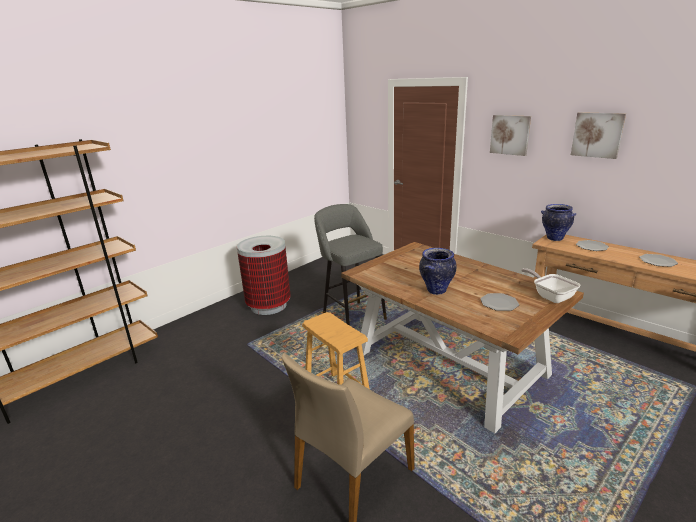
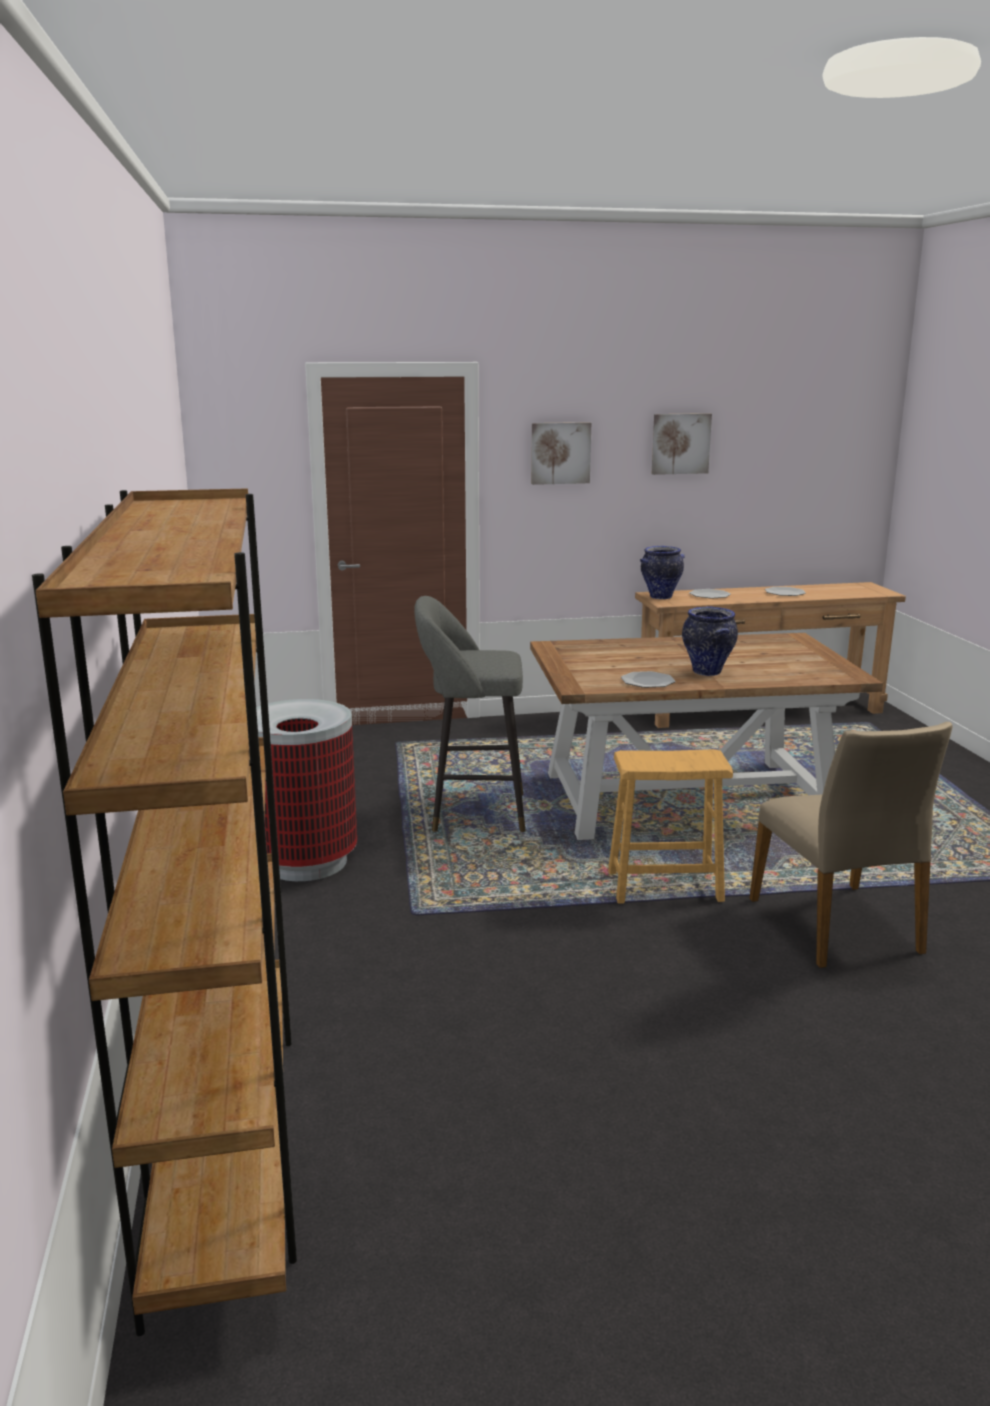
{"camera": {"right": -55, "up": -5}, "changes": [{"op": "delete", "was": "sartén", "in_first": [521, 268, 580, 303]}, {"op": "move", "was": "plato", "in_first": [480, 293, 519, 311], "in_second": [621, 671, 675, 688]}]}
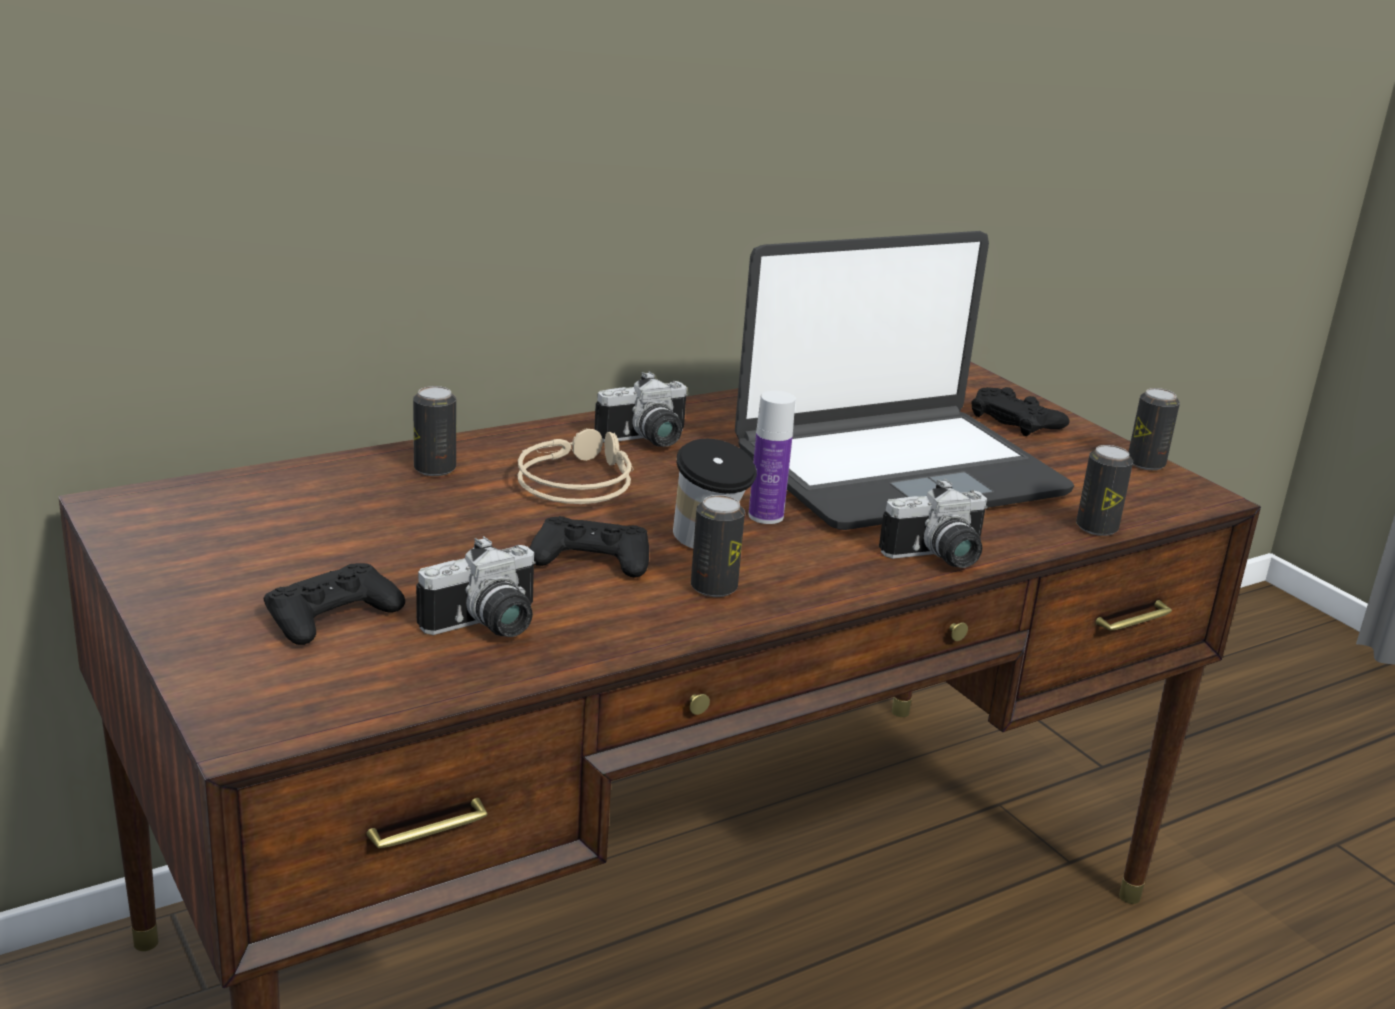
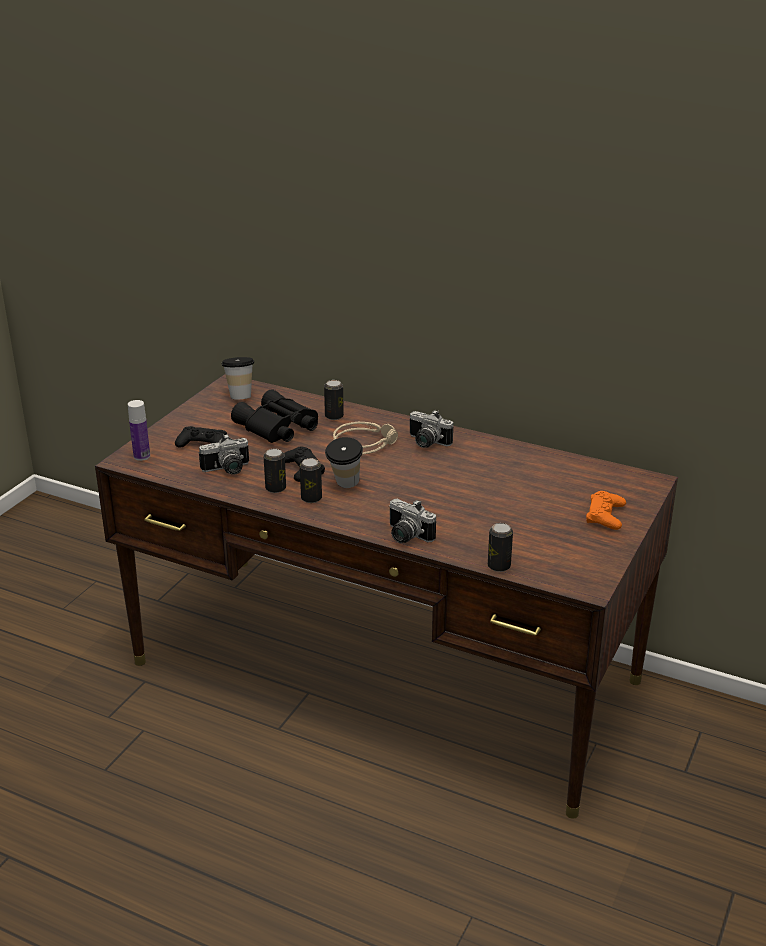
{"camera": {"right": 60, "up": 5}, "changes": [{"op": "delete", "was": "portátil", "in_first": [735, 231, 1074, 530]}, {"op": "recolor", "was": "mando de consola/negro", "now": "mando de consola/naranja", "in_first": [971, 387, 1070, 436], "in_second": [586, 491, 626, 530]}, {"op": "move", "was": "lata", "in_first": [1129, 388, 1180, 470], "in_second": [263, 448, 286, 493]}, {"op": "move", "was": "botella", "in_first": [748, 391, 795, 524], "in_second": [128, 400, 150, 461]}, {"op": "rotate", "was": "cámara", "in_first": [416, 536, 536, 637], "in_second": [199, 434, 249, 475], "clockwise": -45}, {"op": "insert", "now": "taza", "in_second": [221, 357, 254, 399]}, {"op": "insert", "now": "prismáticos/negro", "in_second": [231, 389, 318, 443]}]}
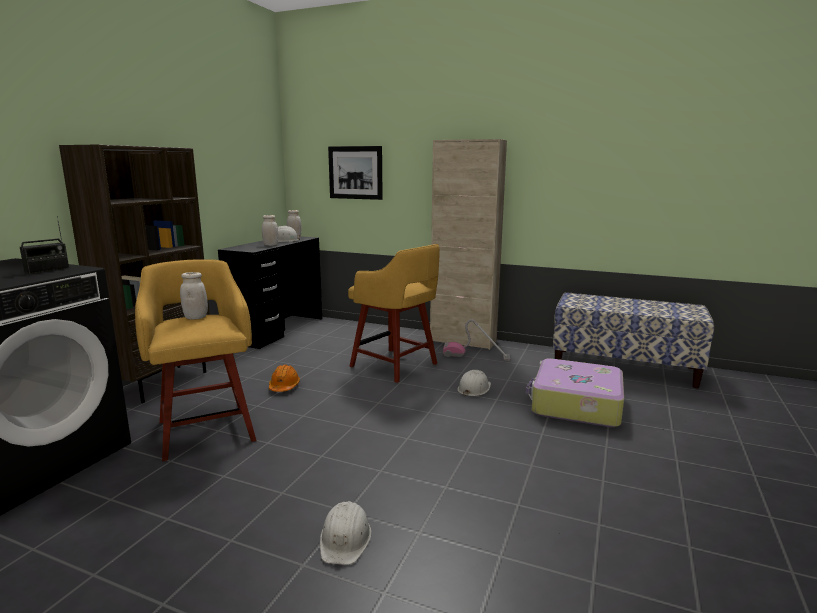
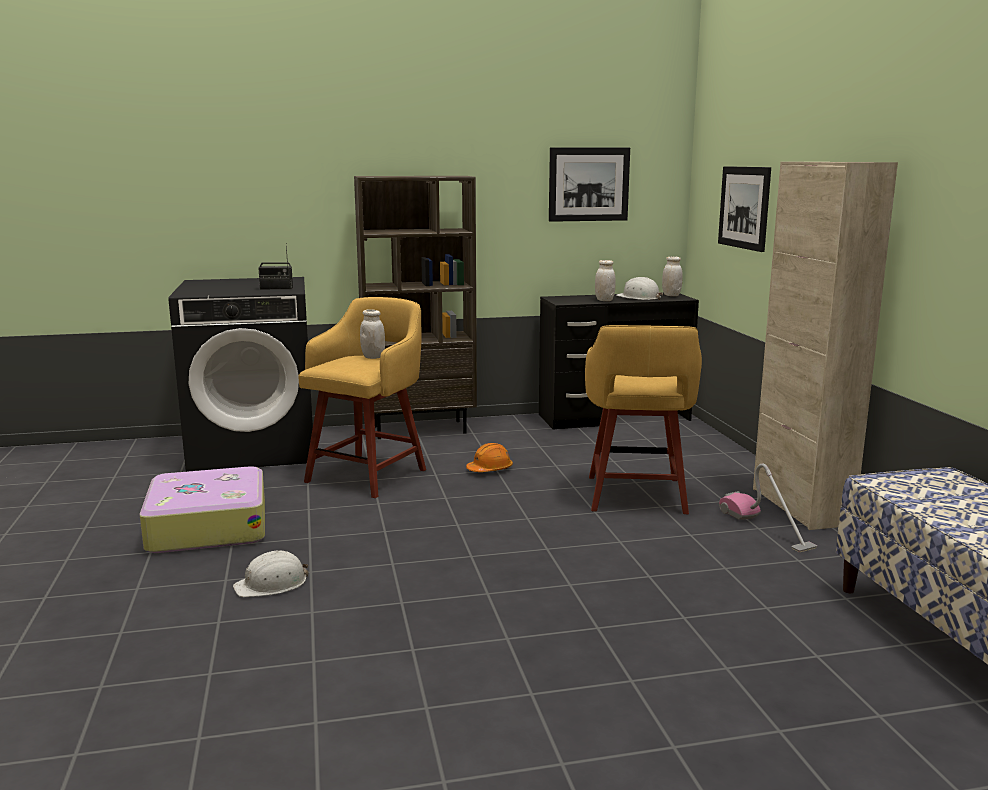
{"camera": {"right": 55, "up": 0}, "changes": [{"op": "move", "was": "maleta", "in_first": [526, 358, 624, 427], "in_second": [139, 466, 265, 553]}, {"op": "delete", "was": "casco/blanco", "in_first": [458, 370, 491, 397]}, {"op": "insert", "now": "cuadro", "in_second": [549, 147, 630, 222]}]}
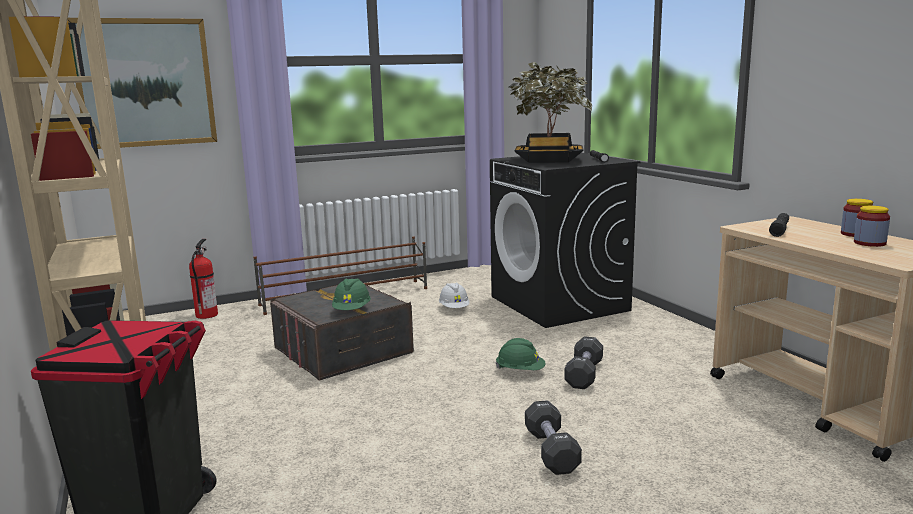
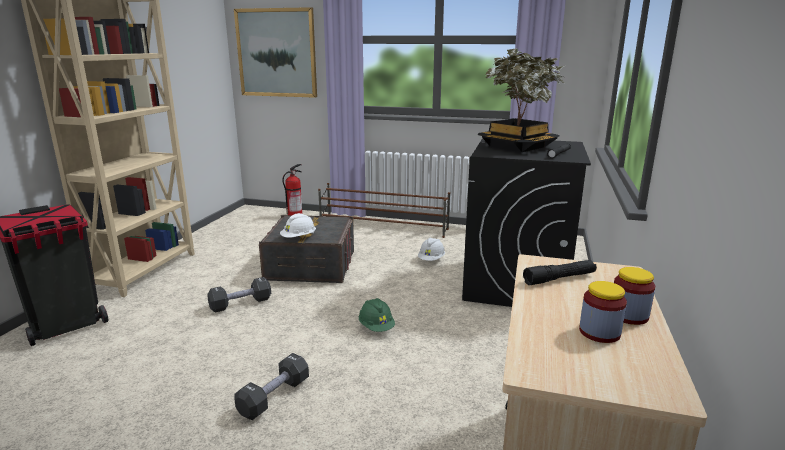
{"camera": {"right": 40, "up": 5}, "changes": [{"op": "recolor", "was": "casco/verde", "now": "casco/blanco", "in_first": [332, 278, 371, 310], "in_second": [280, 213, 316, 238]}, {"op": "move", "was": "mancuerna/negro", "in_first": [564, 336, 603, 389], "in_second": [207, 277, 271, 313]}]}
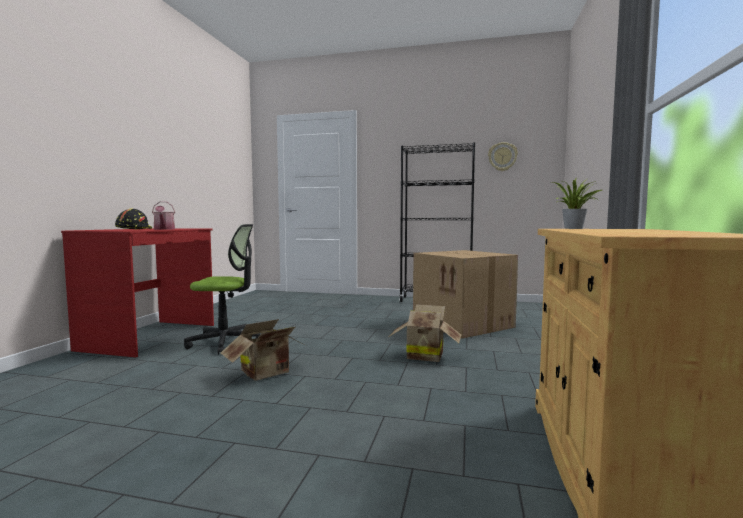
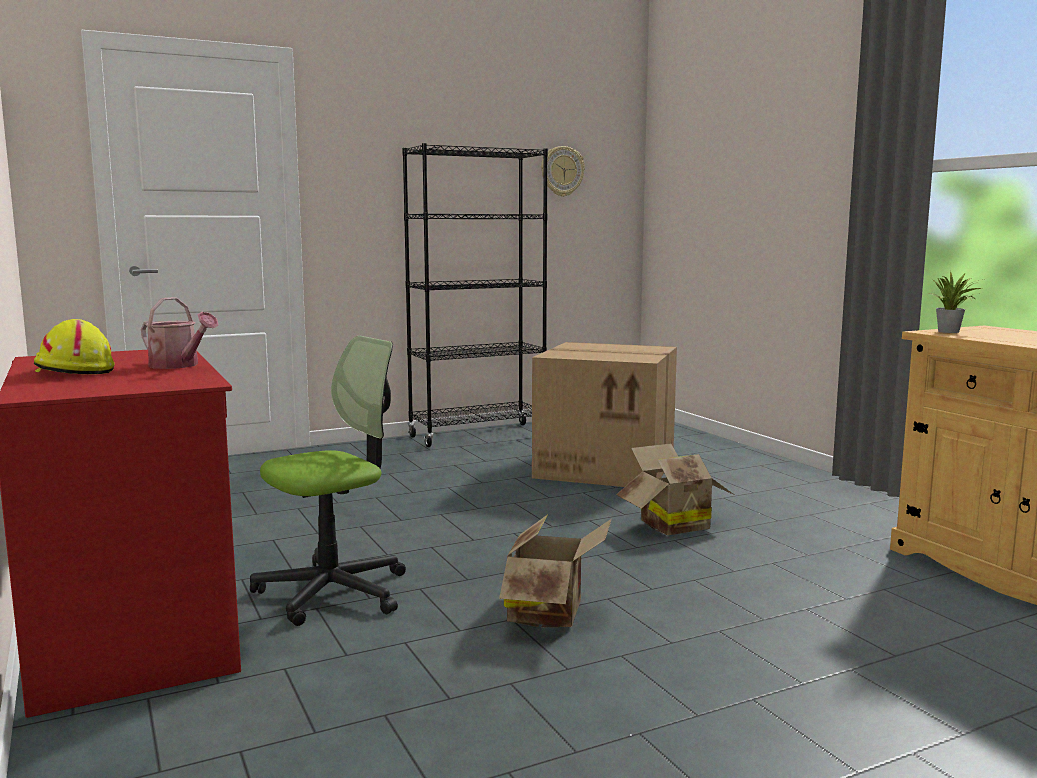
{"camera": {"right": -40, "up": 5}, "changes": [{"op": "recolor", "was": "casco/negro", "now": "casco/amarillo", "in_first": [115, 209, 152, 229], "in_second": [34, 319, 115, 374]}]}
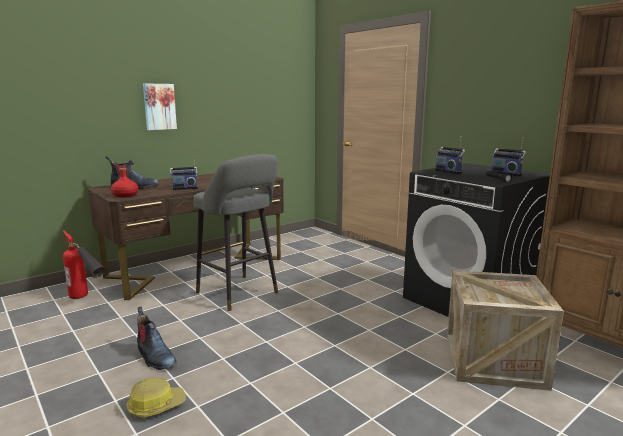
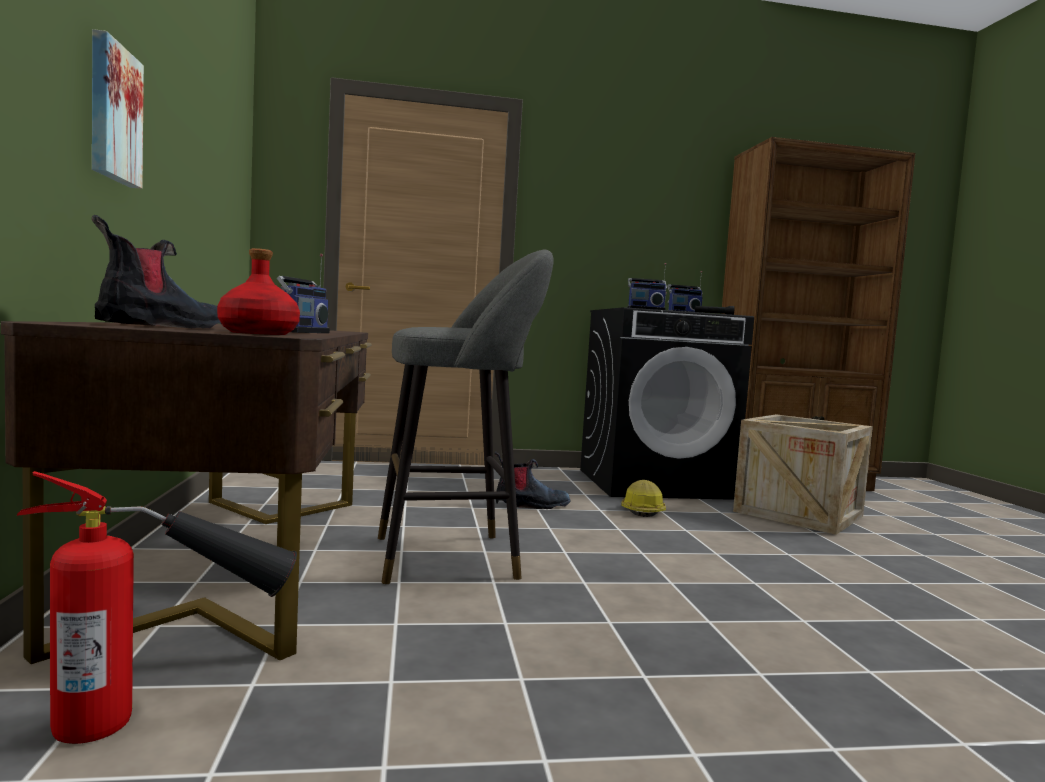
{"camera": {"right": -60, "up": -10}, "changes": [{"op": "move", "was": "bota", "in_first": [137, 307, 176, 370], "in_second": [494, 451, 570, 509]}, {"op": "move", "was": "casco", "in_first": [126, 377, 186, 417], "in_second": [621, 480, 666, 517]}]}
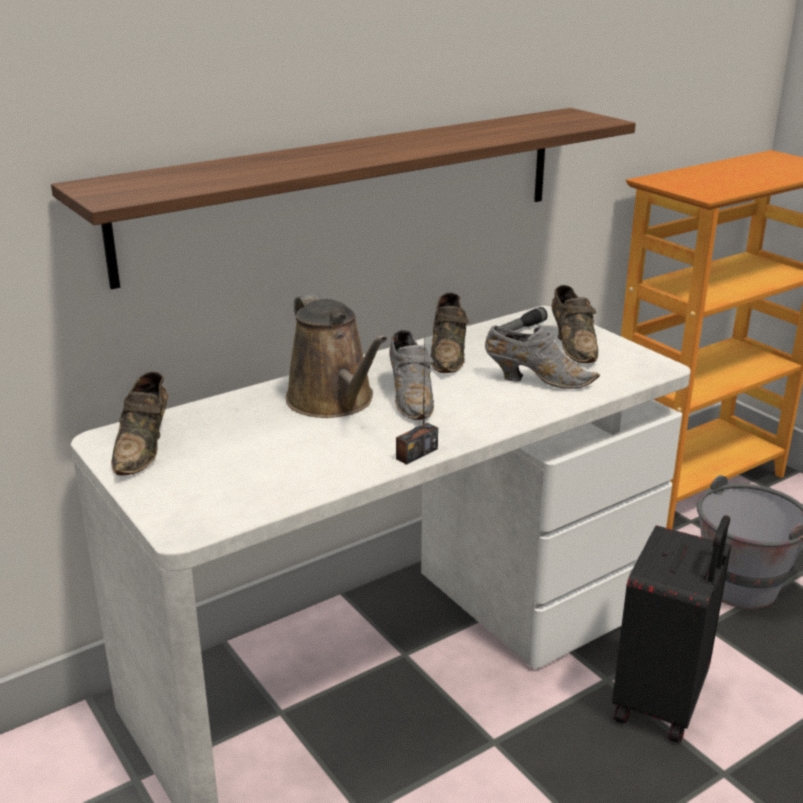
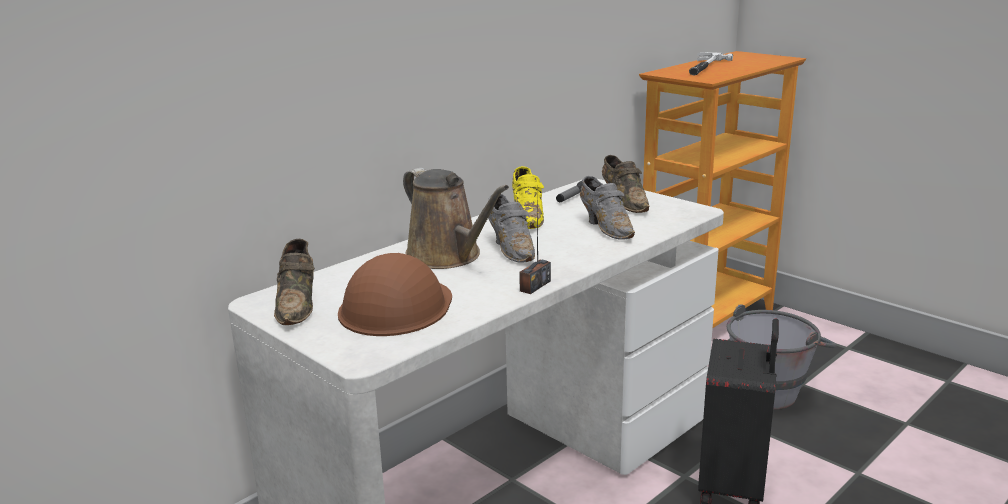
{"camera": {"right": -10, "up": -5}, "changes": [{"op": "delete", "was": "estante", "in_first": [51, 108, 636, 290]}, {"op": "recolor", "was": "zapato/marrón", "now": "zapato/amarillo", "in_first": [430, 292, 469, 373], "in_second": [512, 166, 544, 229]}, {"op": "rotate", "was": "zapato/gris", "in_first": [485, 325, 600, 389], "in_second": [580, 176, 635, 240], "clockwise": 60}, {"op": "insert", "now": "martillo", "in_second": [689, 52, 733, 75]}, {"op": "insert", "now": "casco/marrón", "in_second": [338, 253, 452, 336]}]}
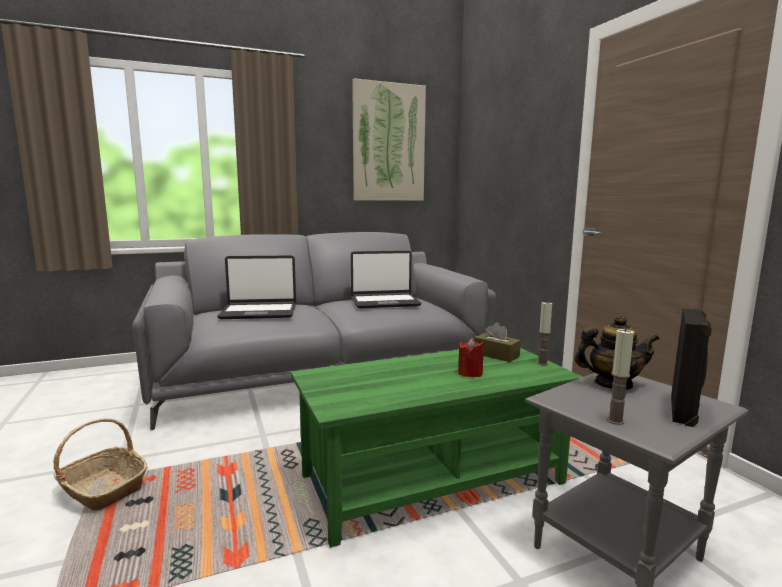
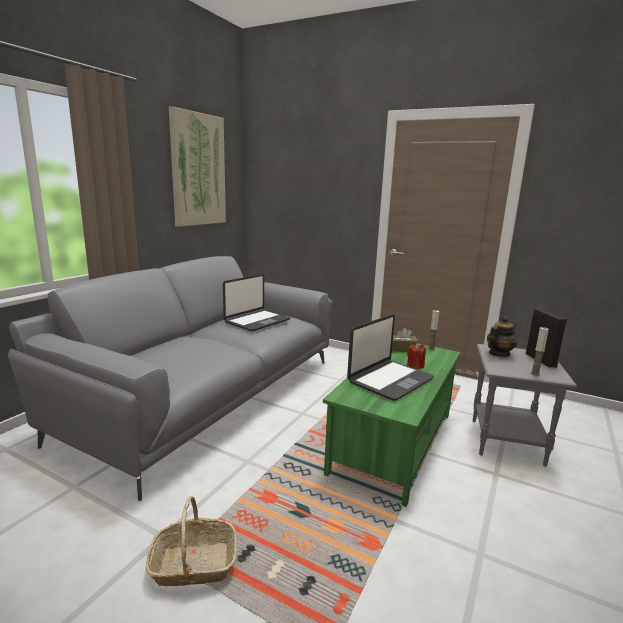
{"camera": {"right": -40, "up": 5}, "changes": [{"op": "move", "was": "portátil", "in_first": [217, 256, 296, 319], "in_second": [347, 314, 434, 401]}]}
